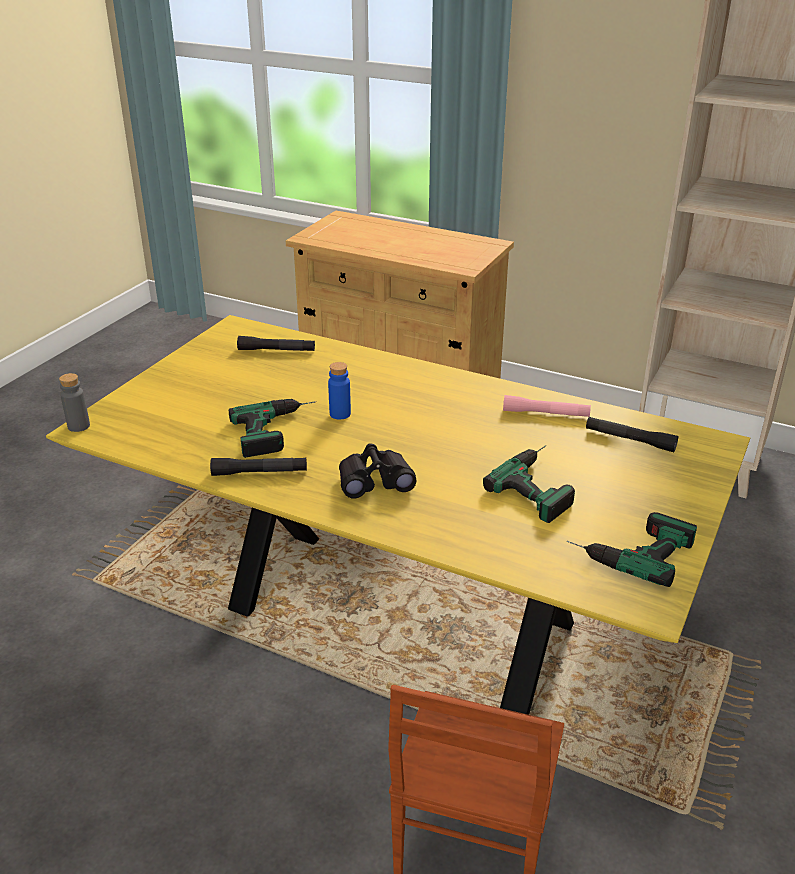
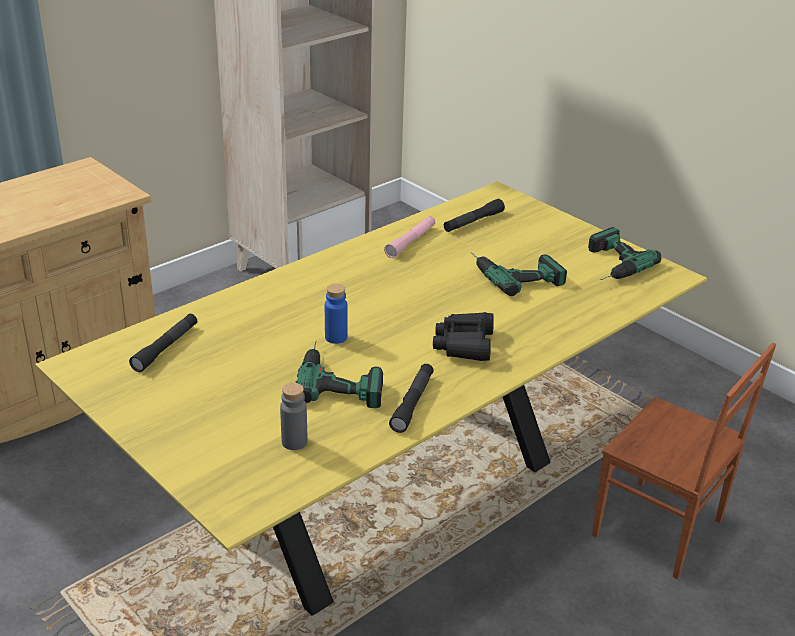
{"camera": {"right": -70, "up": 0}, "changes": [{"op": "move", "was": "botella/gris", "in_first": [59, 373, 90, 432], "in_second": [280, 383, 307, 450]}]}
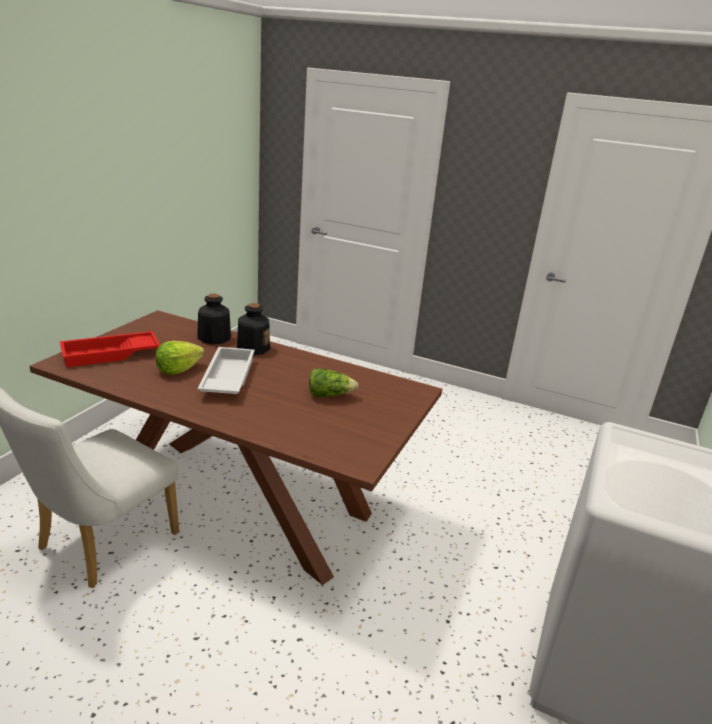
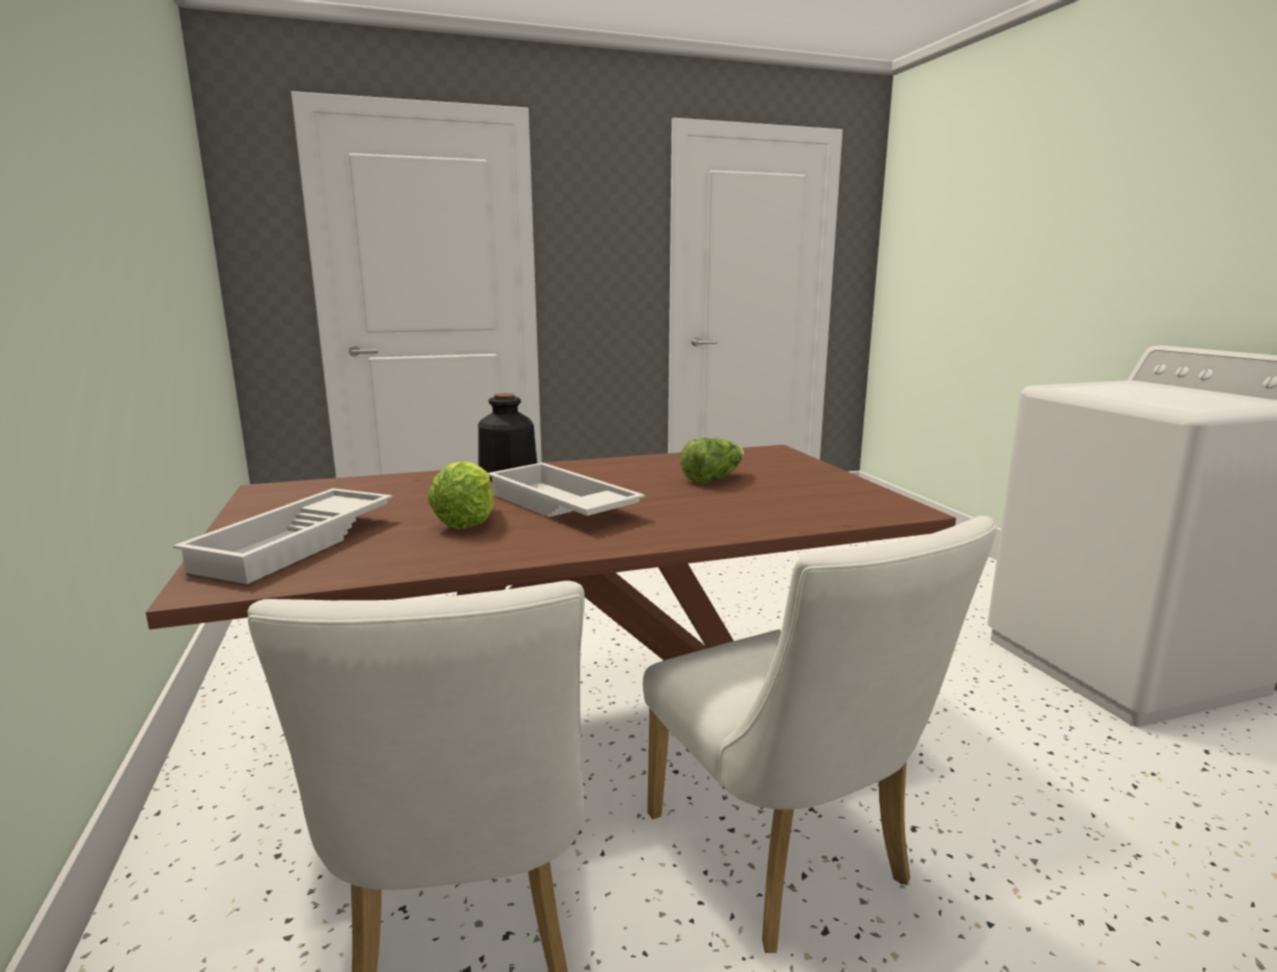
{"camera": {"right": -40, "up": -10}, "changes": [{"op": "delete", "was": "botella", "in_first": [197, 294, 231, 345]}, {"op": "recolor", "was": "bandeja/rojo", "now": "bandeja/blanco", "in_first": [60, 331, 160, 367], "in_second": [173, 488, 393, 584]}, {"op": "insert", "now": "silla/blanco", "in_second": [643, 516, 997, 953]}]}
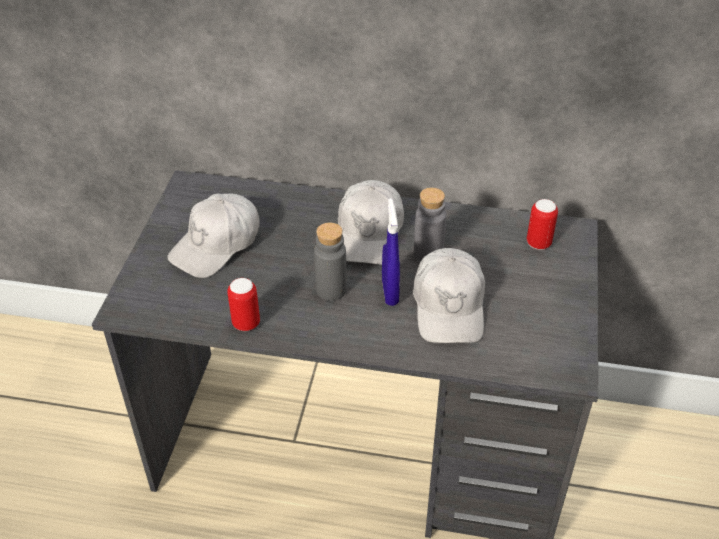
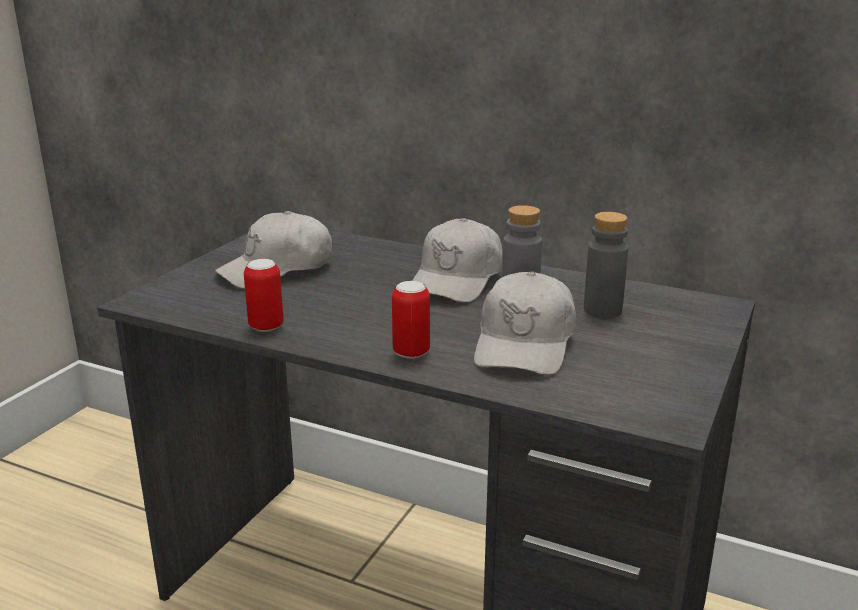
{"camera": {"right": 15, "up": -20}, "changes": [{"op": "delete", "was": "pulverizador/azul", "in_first": [382, 198, 400, 306]}, {"op": "move", "was": "lata", "in_first": [527, 199, 558, 250], "in_second": [392, 281, 430, 359]}, {"op": "move", "was": "botella/gris", "in_first": [314, 222, 347, 301], "in_second": [584, 212, 628, 318]}]}
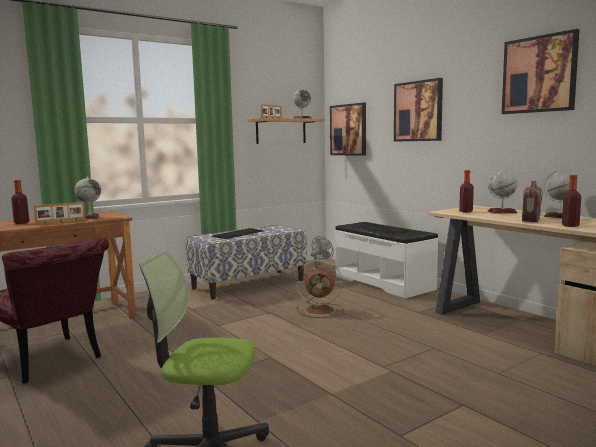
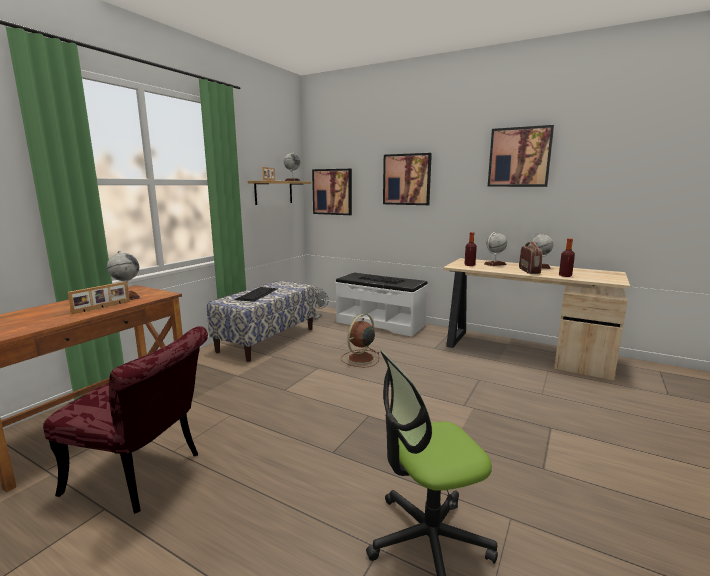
{"camera": {"right": -25, "up": 5}, "changes": [{"op": "delete", "was": "botella", "in_first": [11, 180, 29, 224]}, {"op": "rotate", "was": "ventilador/marrón", "in_first": [297, 260, 344, 318], "in_second": [341, 314, 379, 367], "clockwise": 150}]}
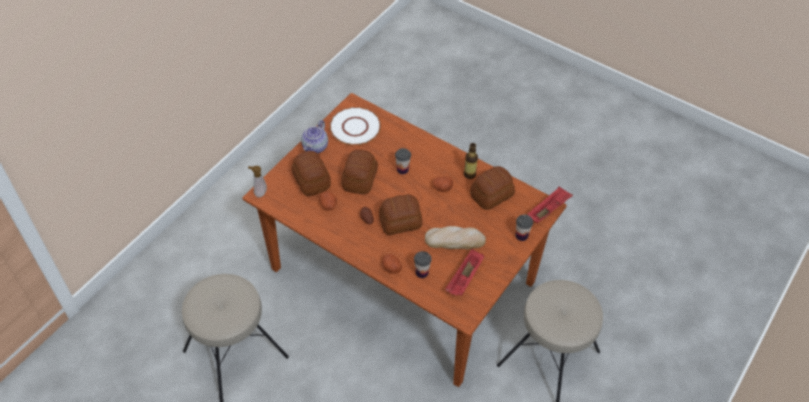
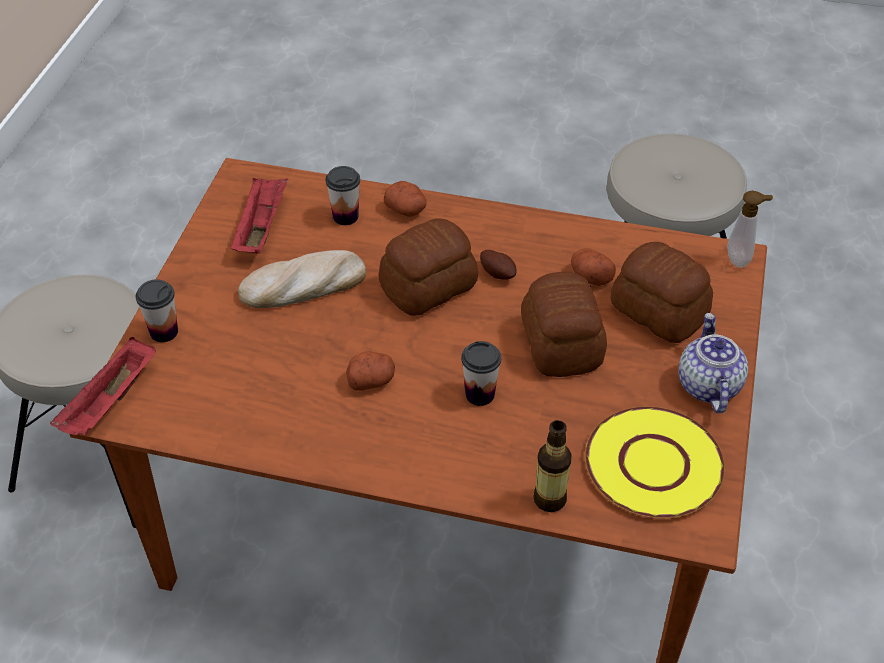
{"camera": {"right": 160, "up": -5}, "changes": [{"op": "recolor", "was": "plato/blanco", "now": "plato/amarillo", "in_first": [329, 107, 381, 145], "in_second": [585, 406, 725, 519]}, {"op": "move", "was": "botella", "in_first": [464, 143, 478, 179], "in_second": [533, 420, 571, 512]}, {"op": "delete", "was": "pan", "in_first": [470, 166, 515, 210]}]}
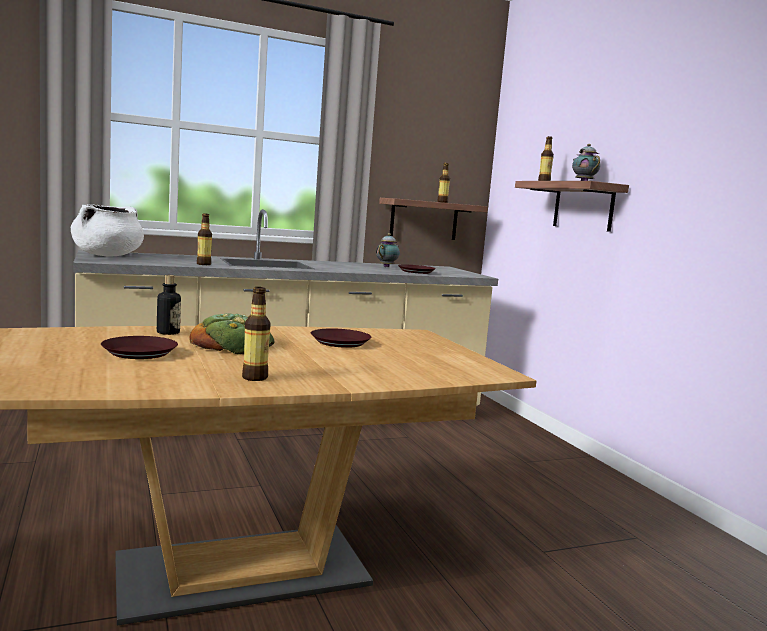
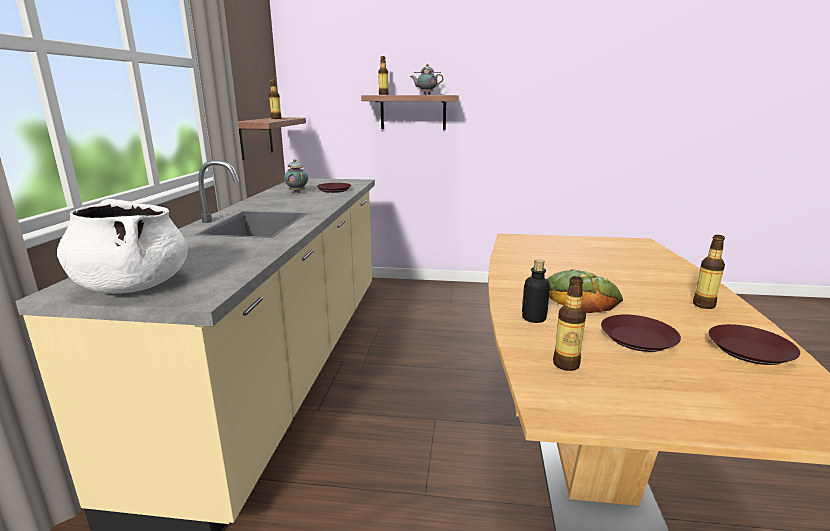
{"camera": {"right": -60, "up": 10}, "changes": [{"op": "move", "was": "botella", "in_first": [197, 213, 212, 265], "in_second": [553, 276, 586, 371]}, {"op": "move", "was": "plato/marrón", "in_first": [311, 328, 371, 348], "in_second": [708, 324, 800, 365]}]}
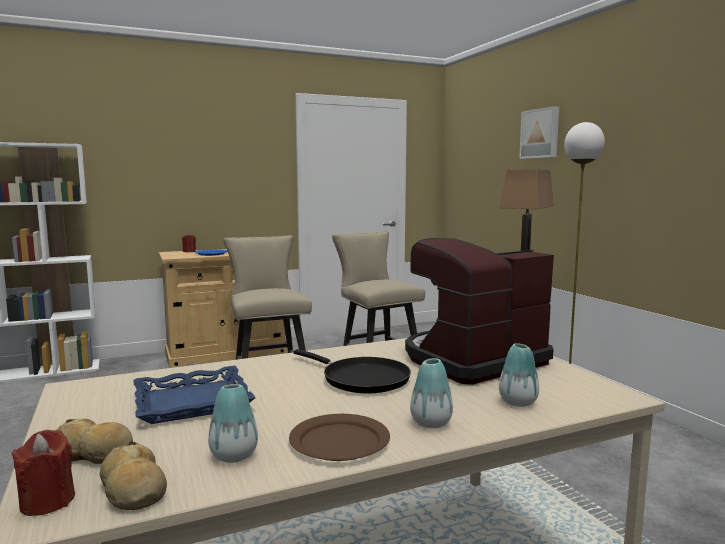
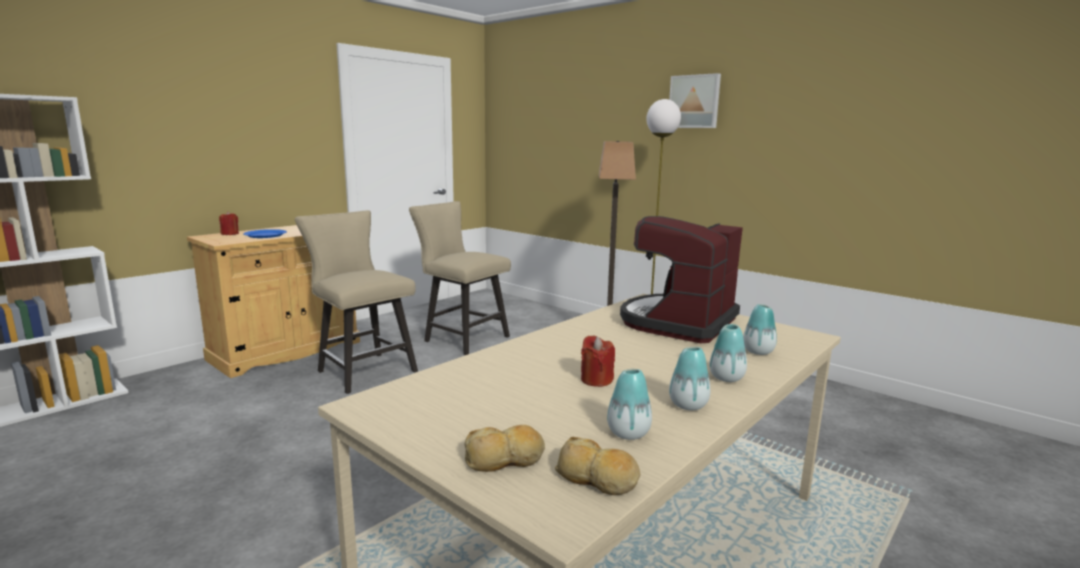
{"camera": {"right": -25, "up": 5}, "changes": [{"op": "move", "was": "cuadro", "in_first": [519, 106, 559, 159], "in_second": [669, 73, 721, 128]}, {"op": "delete", "was": "sartén/negro", "in_first": [293, 349, 411, 393]}, {"op": "delete", "was": "bandeja/azul", "in_first": [133, 366, 255, 424]}, {"op": "replace", "was": "plato/marrón", "now": "florero", "in_first": [289, 414, 390, 461], "in_second": [669, 347, 710, 410]}, {"op": "move", "was": "vela/rojo", "in_first": [11, 430, 75, 516], "in_second": [581, 335, 615, 387]}]}
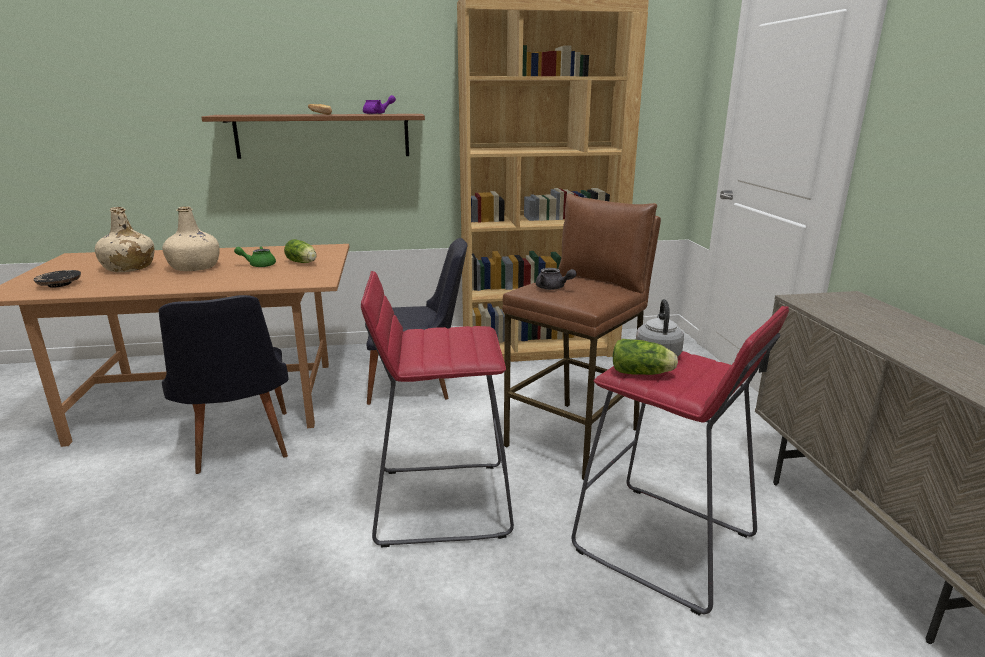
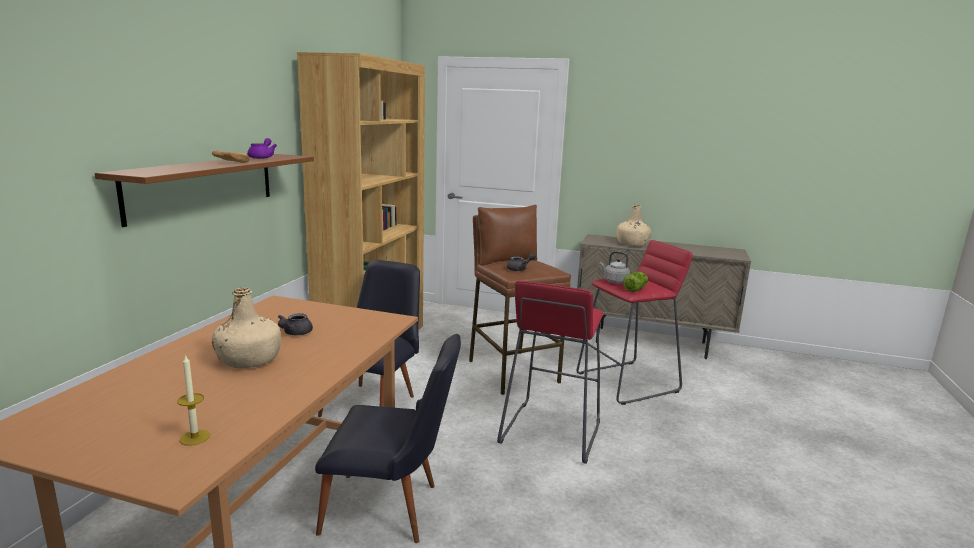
{"camera": {"right": -65, "up": -5}, "changes": [{"op": "move", "was": "botella/beis", "in_first": [95, 207, 154, 272], "in_second": [616, 205, 651, 247]}, {"op": "delete", "was": "lechuga", "in_first": [284, 239, 317, 263]}, {"op": "recolor", "was": "tetera/verde", "now": "tetera/gris", "in_first": [234, 247, 276, 267], "in_second": [278, 313, 313, 335]}, {"op": "replace", "was": "plato/negro", "now": "vela", "in_first": [33, 270, 81, 288], "in_second": [177, 354, 210, 446]}]}
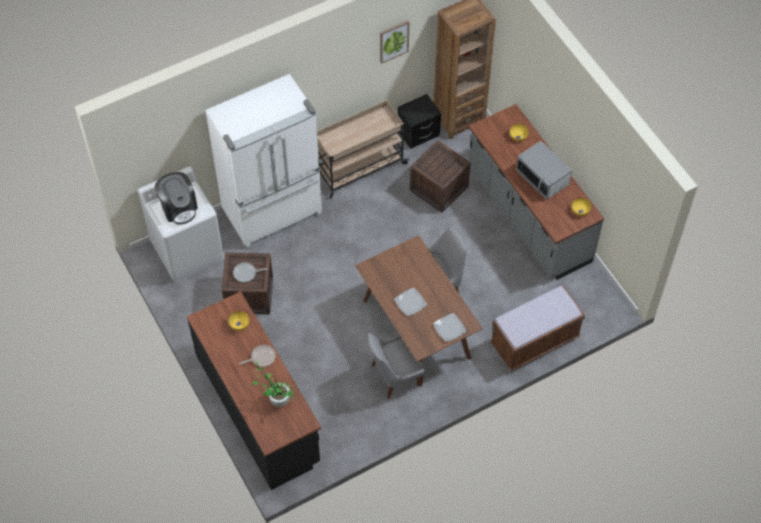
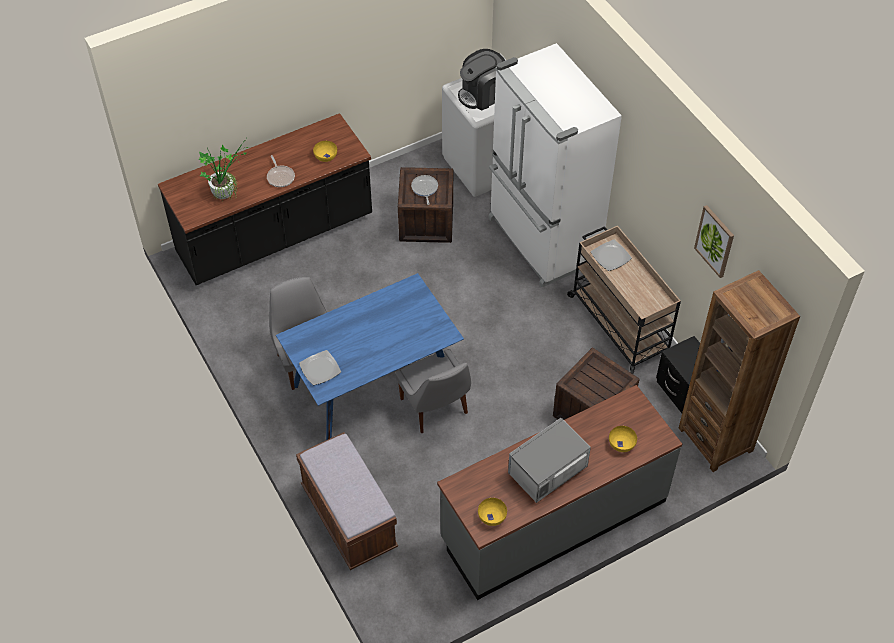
{"camera": {"right": 90, "up": -5}, "changes": [{"op": "recolor", "was": "mesa de comedor/marrón", "now": "mesa de comedor/azul", "in_first": [355, 235, 483, 386], "in_second": [276, 273, 464, 440]}, {"op": "move", "was": "plato", "in_first": [394, 288, 427, 316], "in_second": [591, 239, 632, 271]}]}
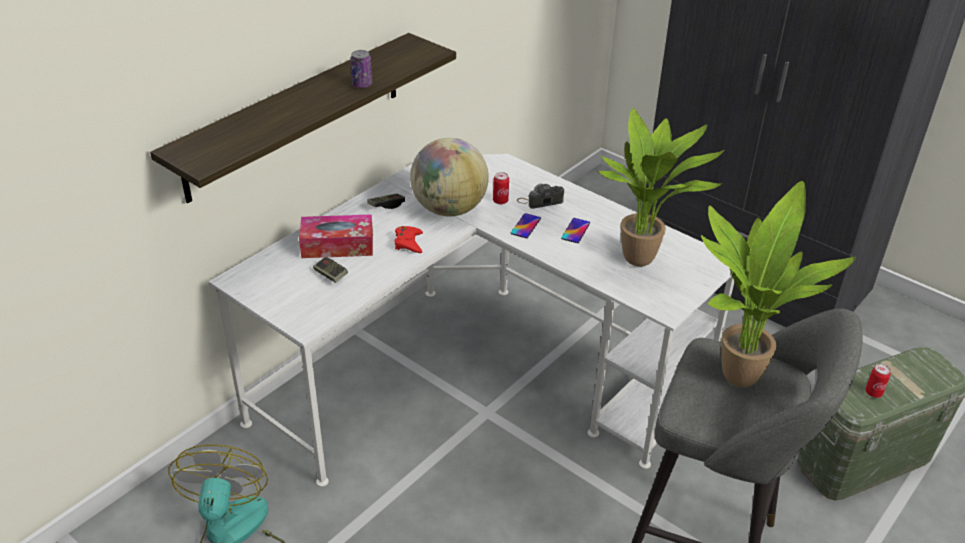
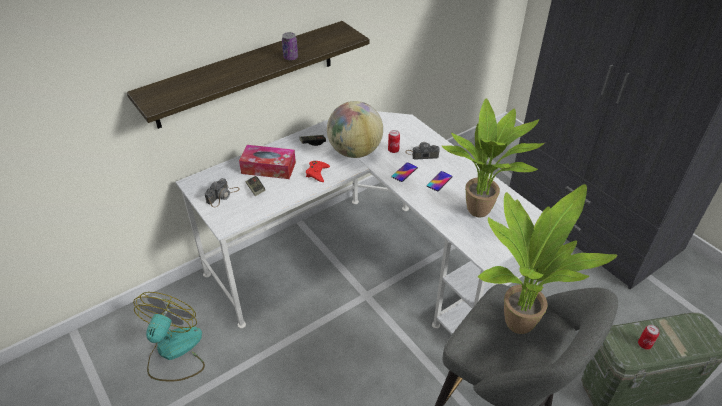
{"camera": {"right": 15, "up": 5}, "changes": [{"op": "insert", "now": "cámara", "in_second": [205, 178, 240, 207]}]}
